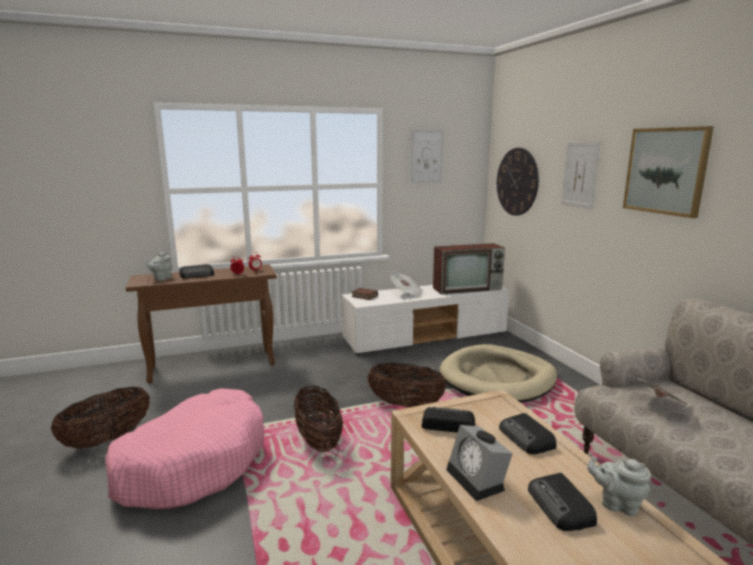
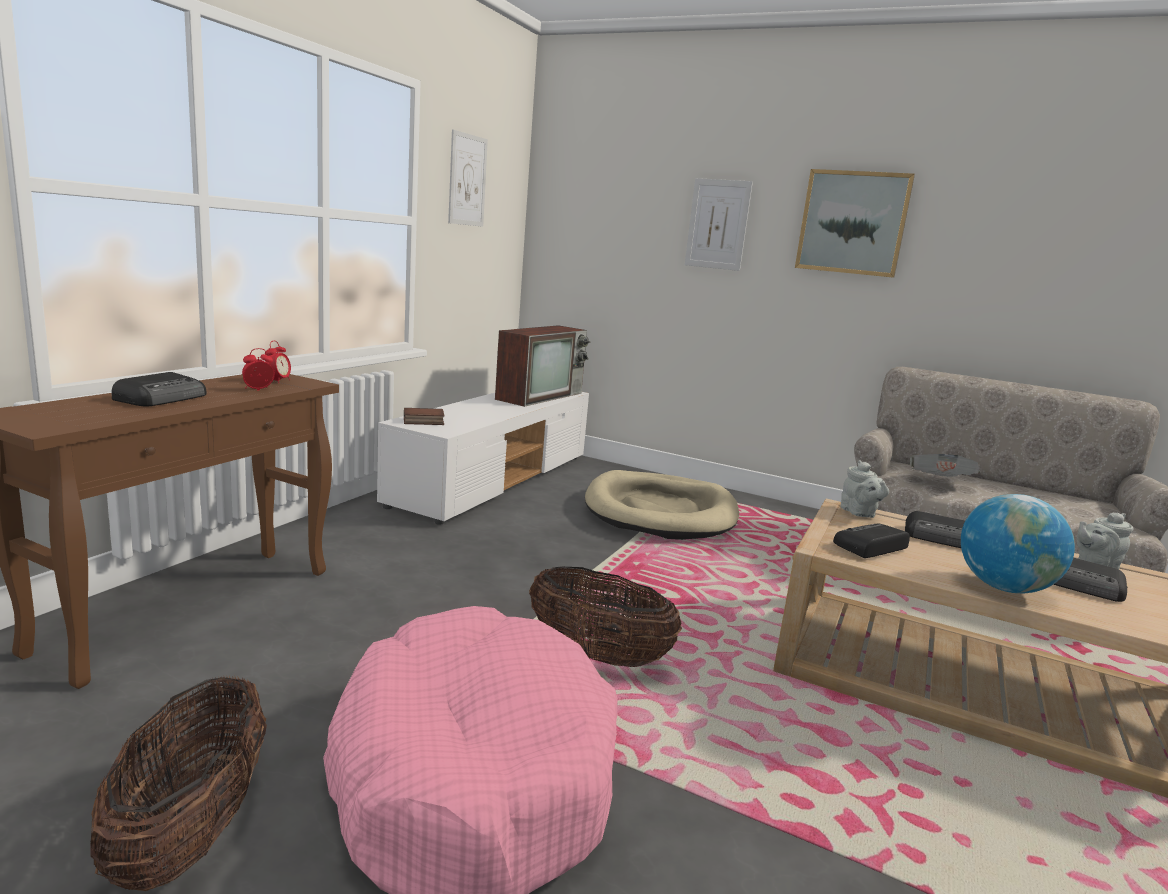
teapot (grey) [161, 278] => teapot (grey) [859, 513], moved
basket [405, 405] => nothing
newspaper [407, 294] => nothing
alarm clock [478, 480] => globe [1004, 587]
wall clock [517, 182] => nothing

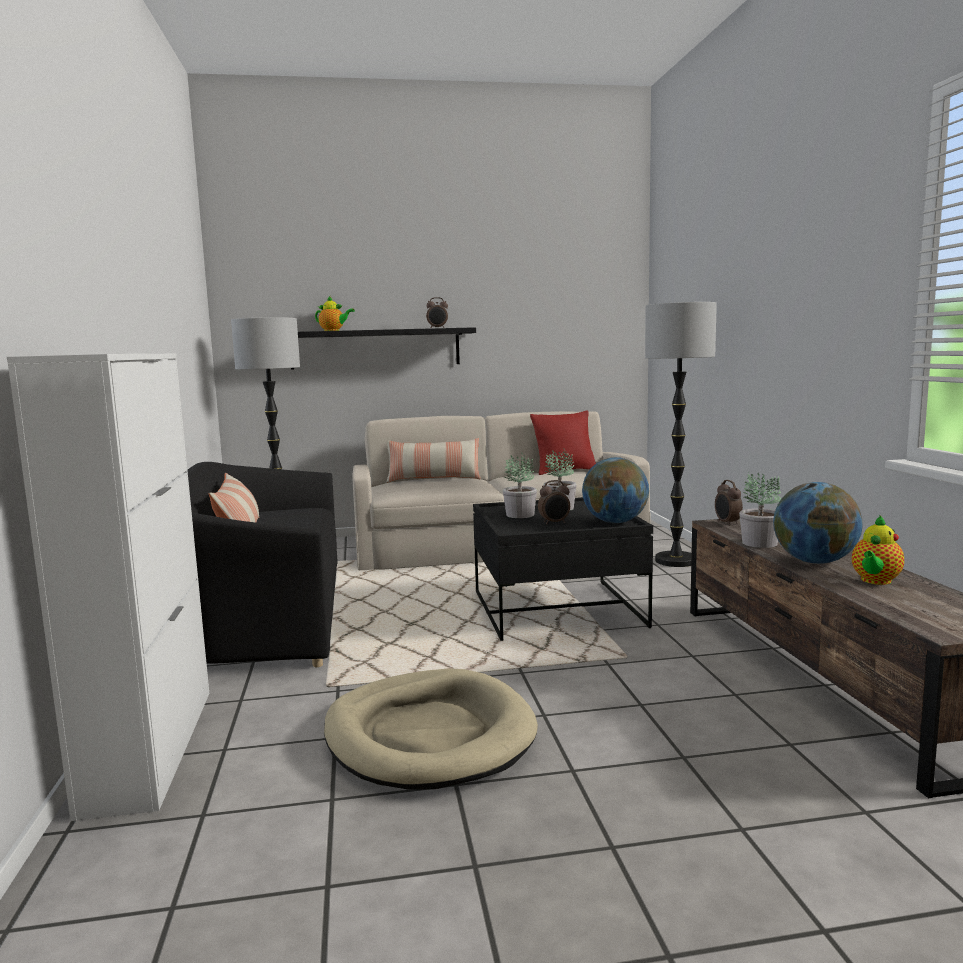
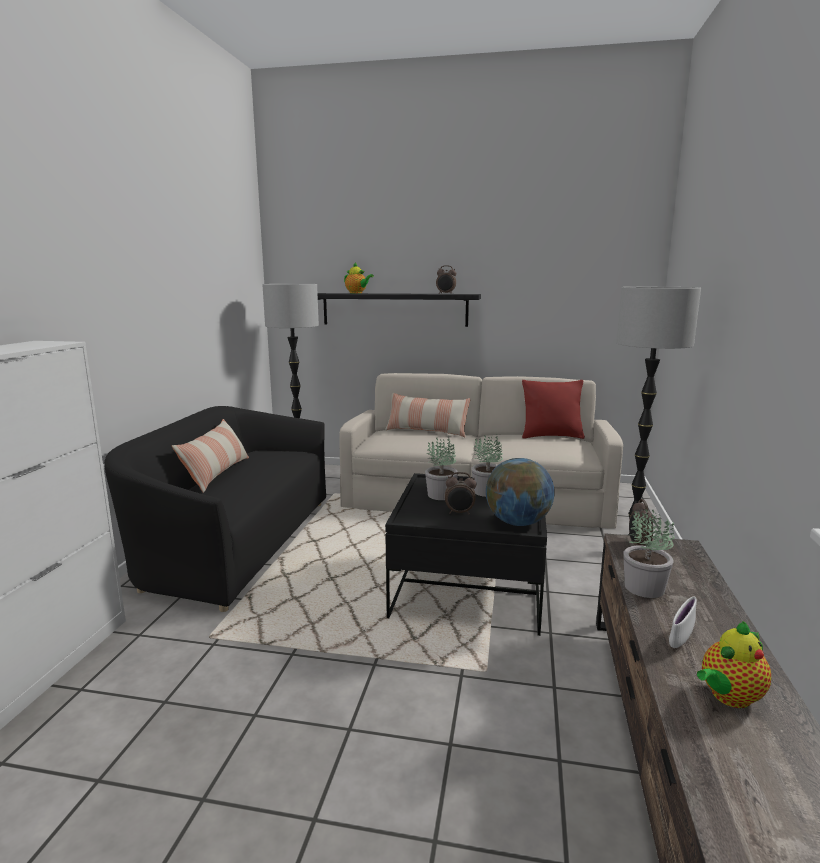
dog bed (beige) [429, 735] => nothing
globe [814, 562] => bowl (white) [681, 638]

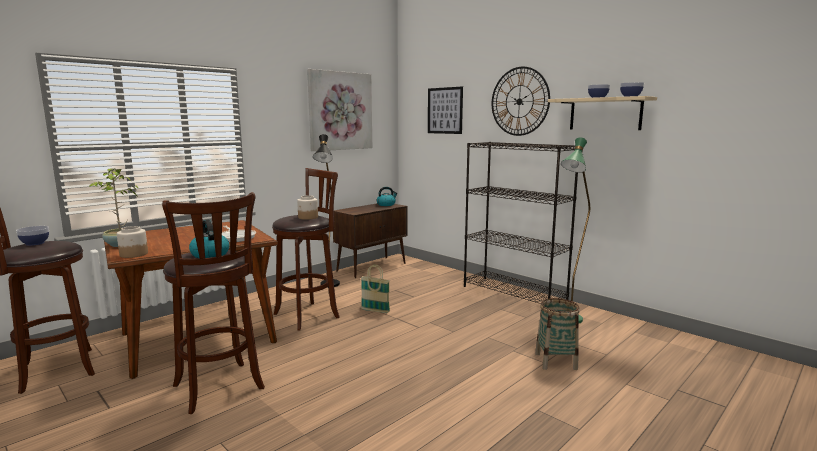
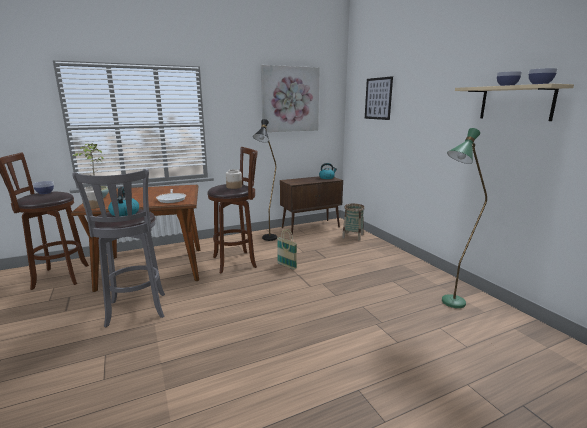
stool (brown) [220, 389] => stool (grey) [136, 311]
bookcase (black) [514, 293] => nothing
wall clock [519, 101] => nothing
basket [556, 361] => basket [353, 236], moved

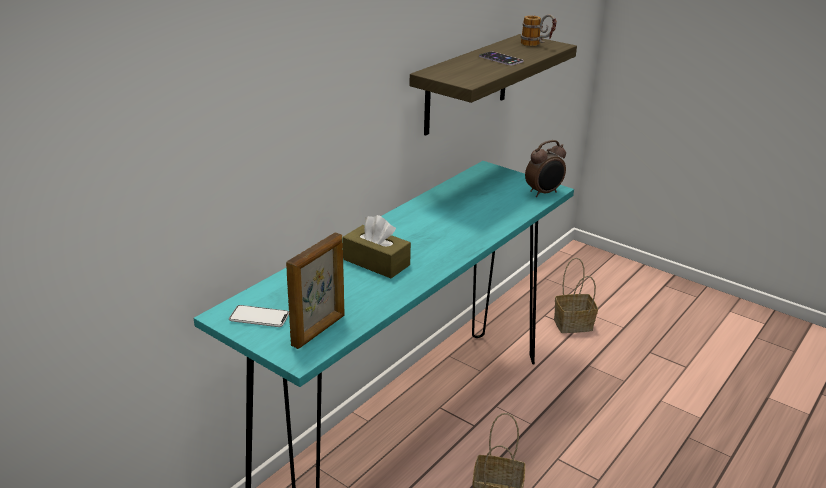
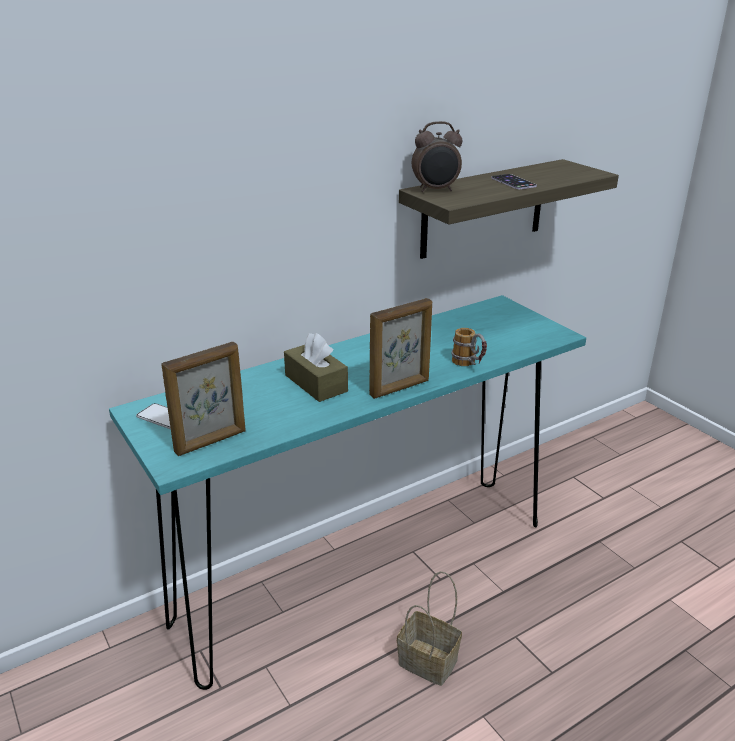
mug [537, 45] => mug [469, 365], moved
alarm clock [544, 193] => alarm clock [436, 190], moved
basket [574, 324] => nothing
nothing => picture frame [400, 388]

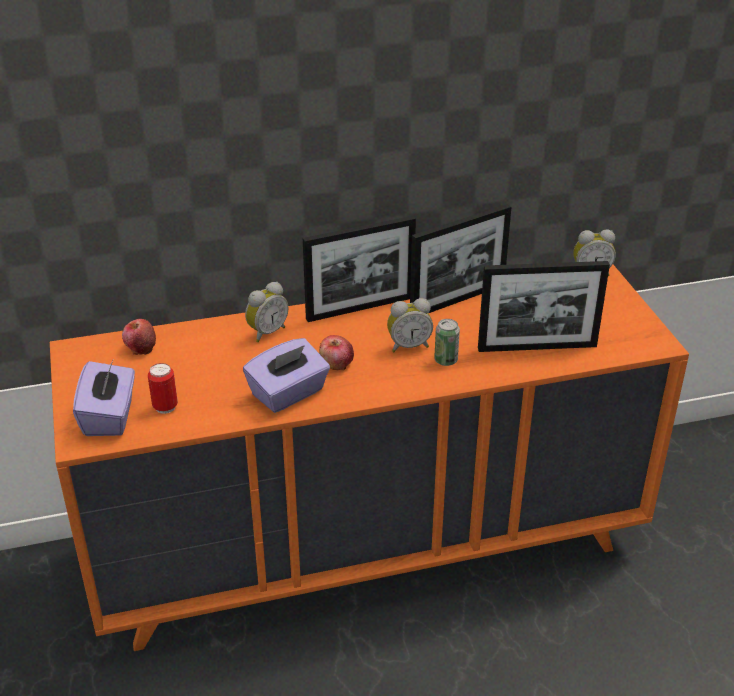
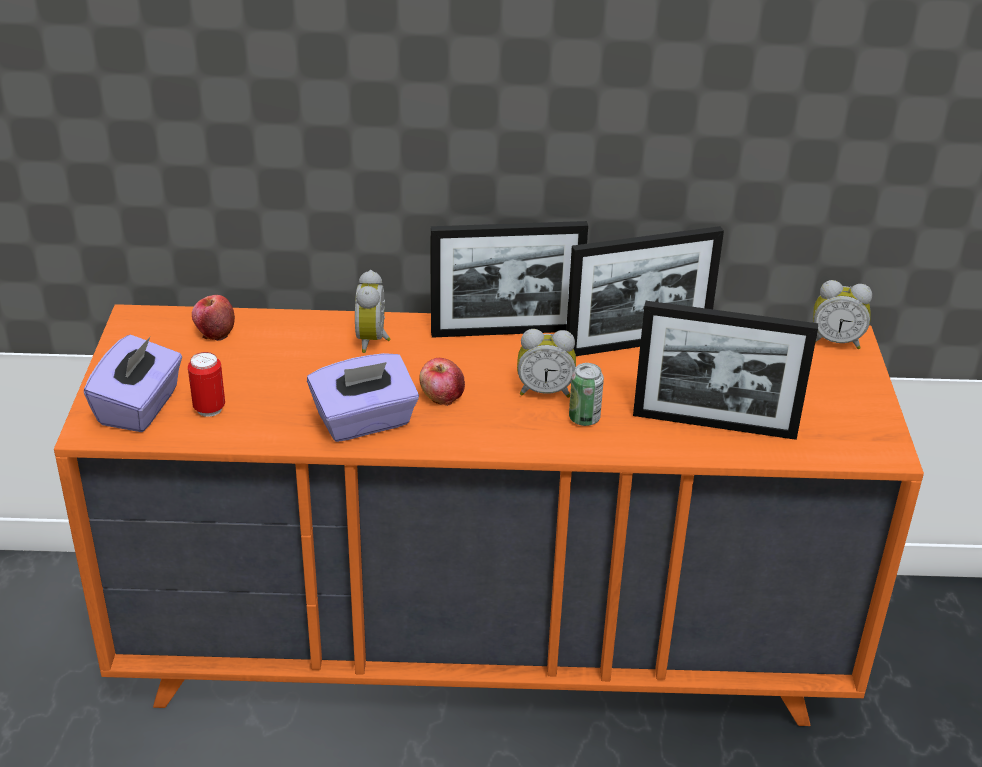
alarm clock [266, 332] => alarm clock [374, 340], 120 degrees clockwise

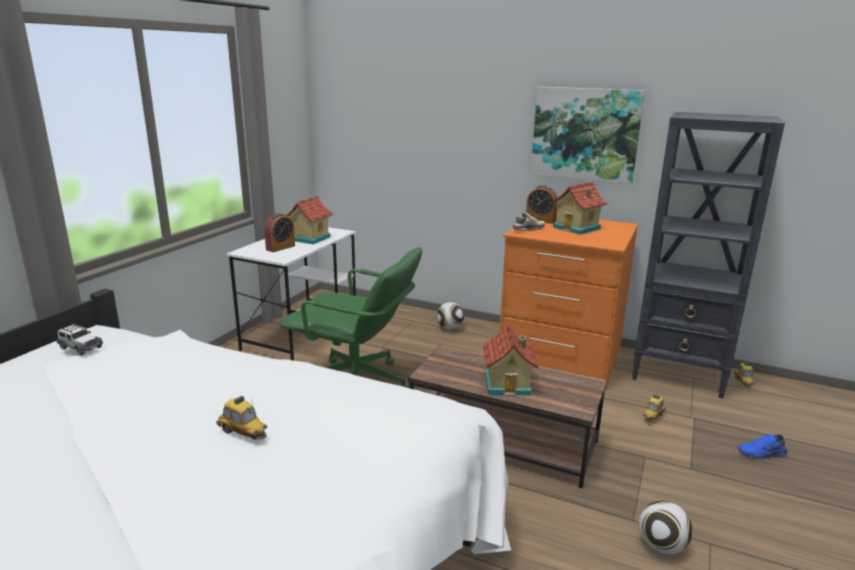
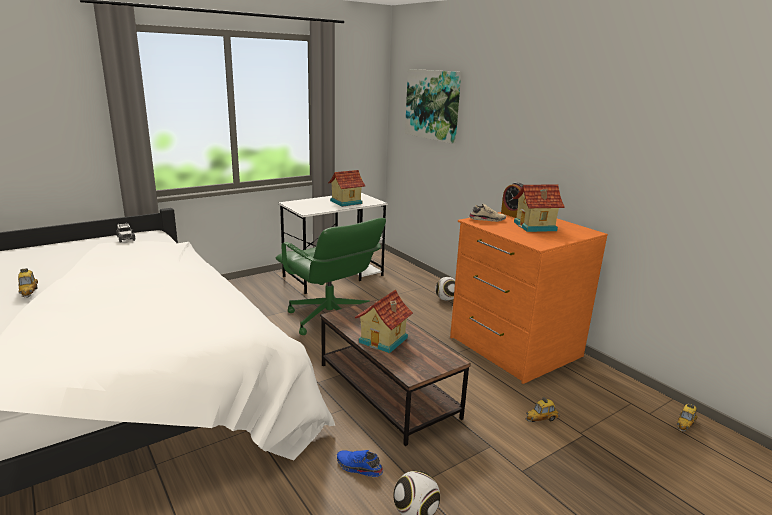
toy car [243, 433] => toy car [29, 293], moved
alarm clock [280, 248] => nothing
picture [585, 134] => picture [433, 105], moved
bookcase (black) [679, 374] => nothing
shoe (blue) [762, 454] => shoe (blue) [358, 468], moved

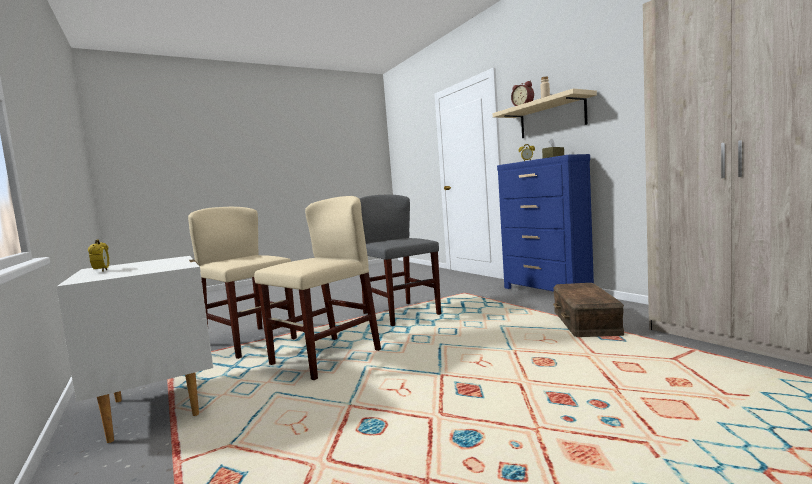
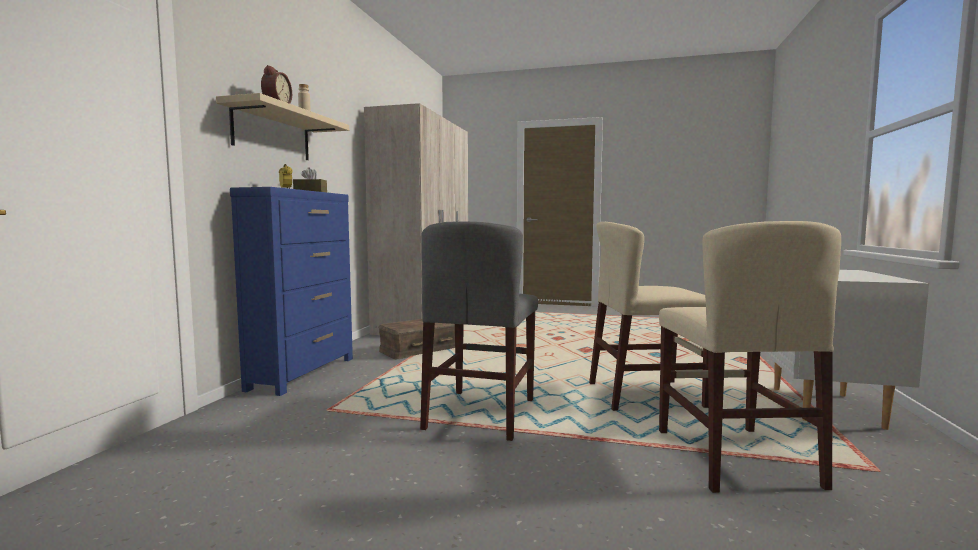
alarm clock [101, 271] => nothing

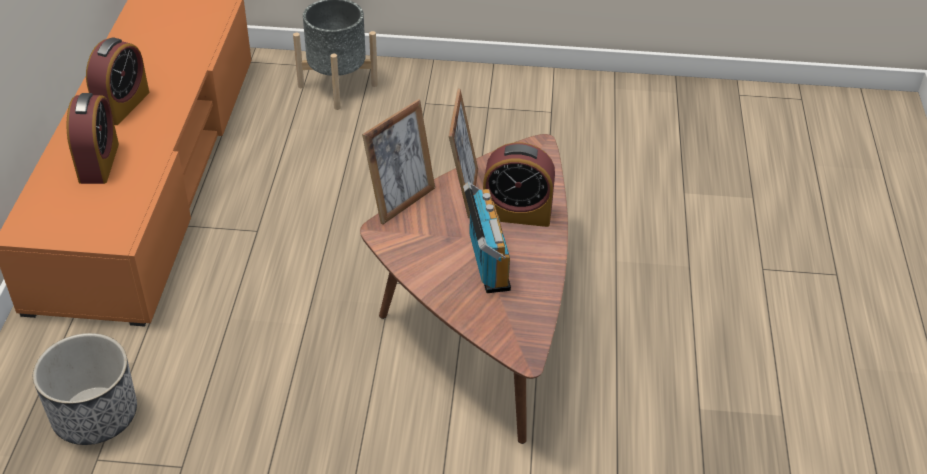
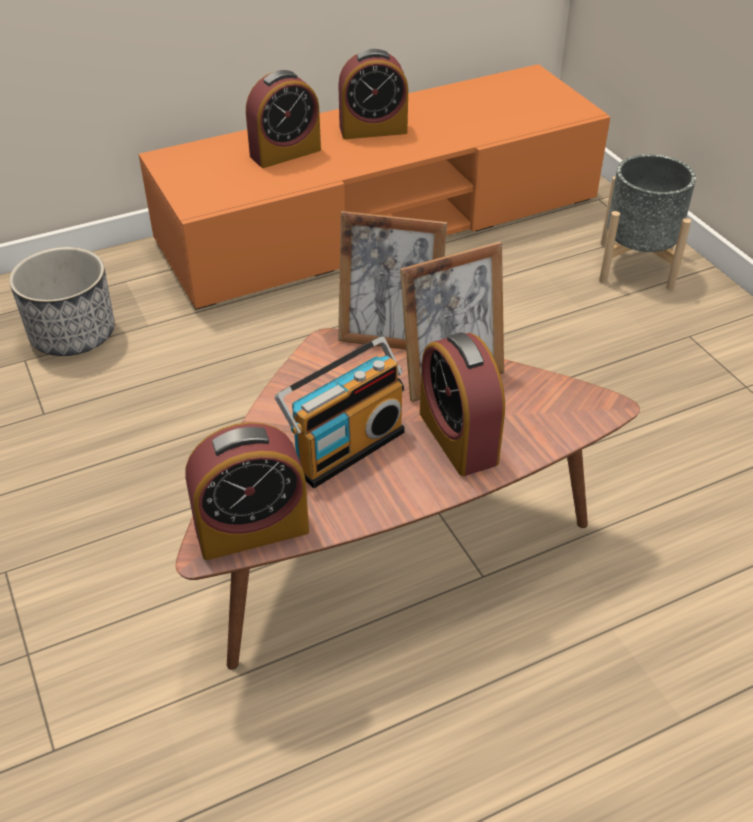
nothing => alarm clock [252, 529]

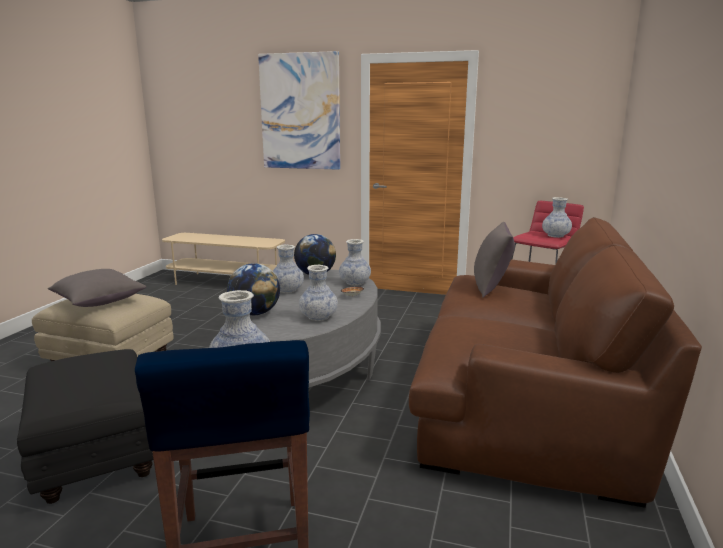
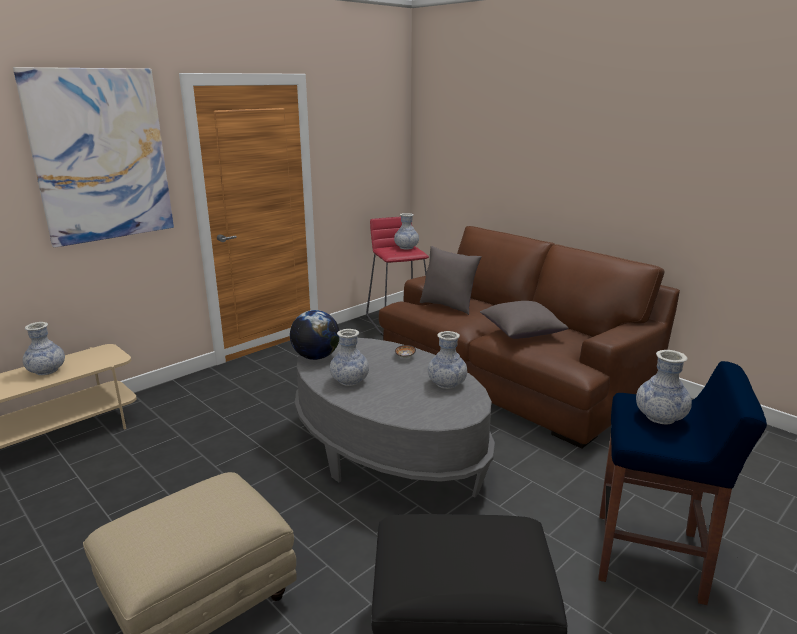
pillow (grey) [99, 301] => pillow (grey) [521, 332], moved
globe [255, 313] => nothing
vase [355, 283] => vase [47, 371], moved

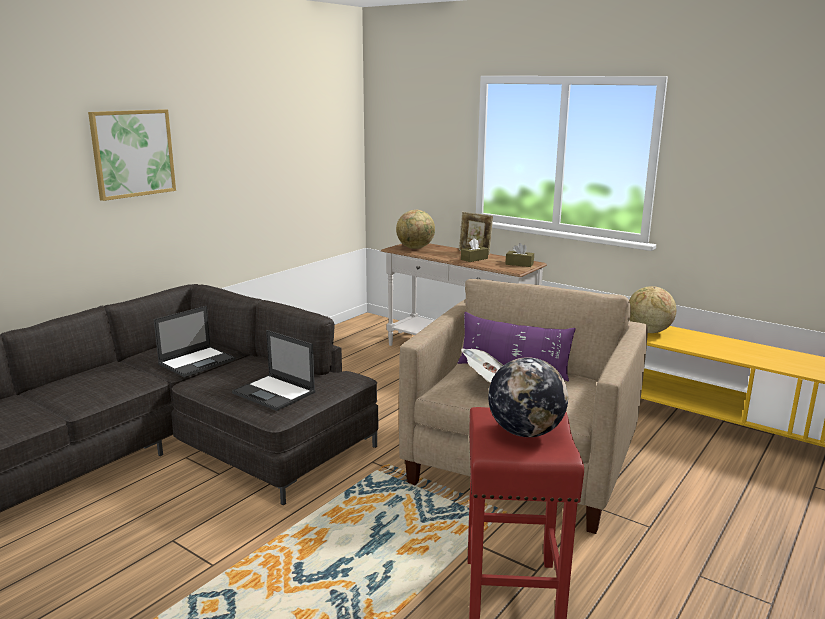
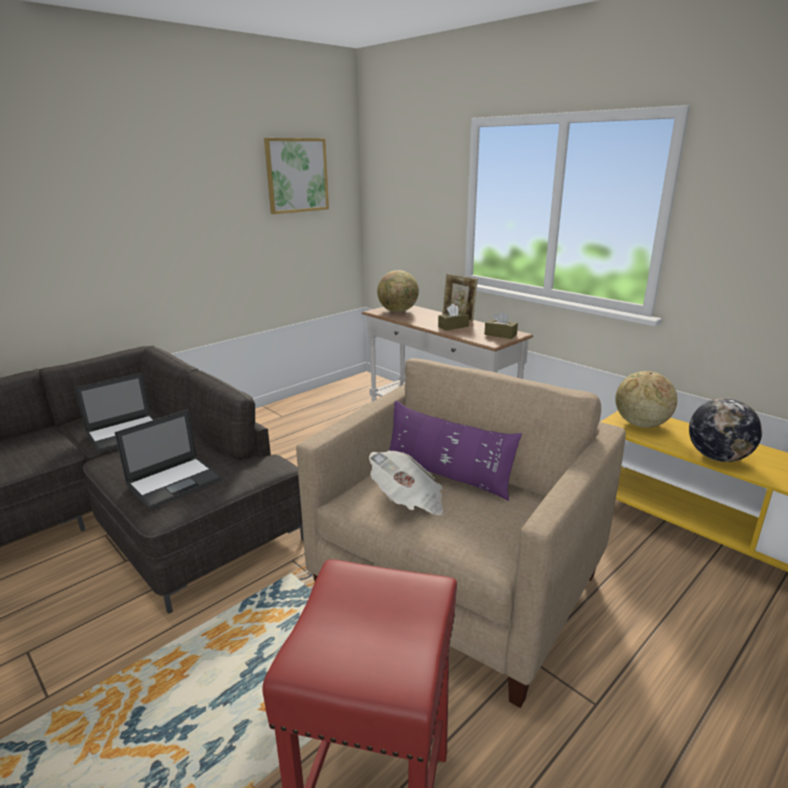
picture [133, 153] => picture [296, 175], moved
laptop [274, 393] => laptop [175, 482], 90 degrees counterclockwise
globe [525, 432] => globe [717, 457], moved

